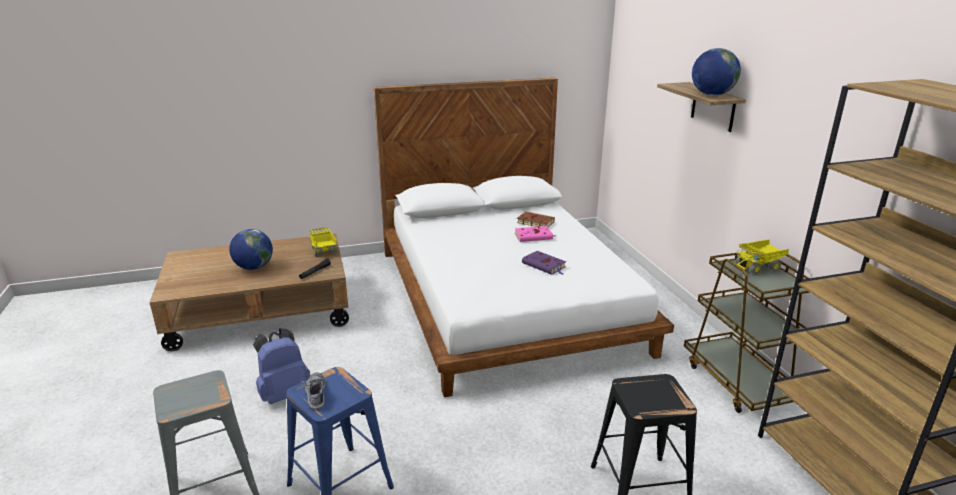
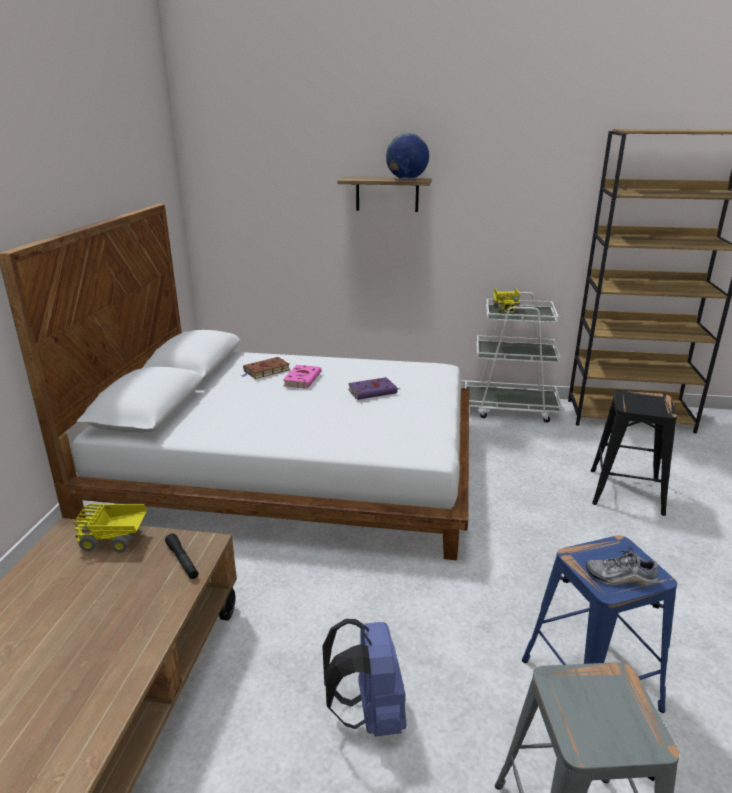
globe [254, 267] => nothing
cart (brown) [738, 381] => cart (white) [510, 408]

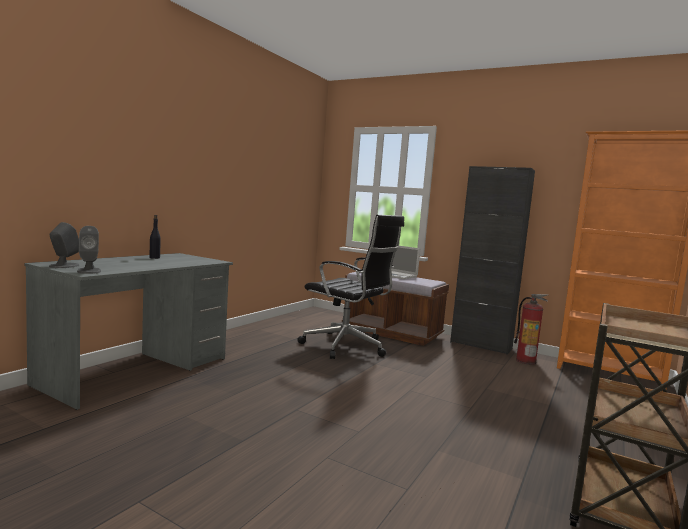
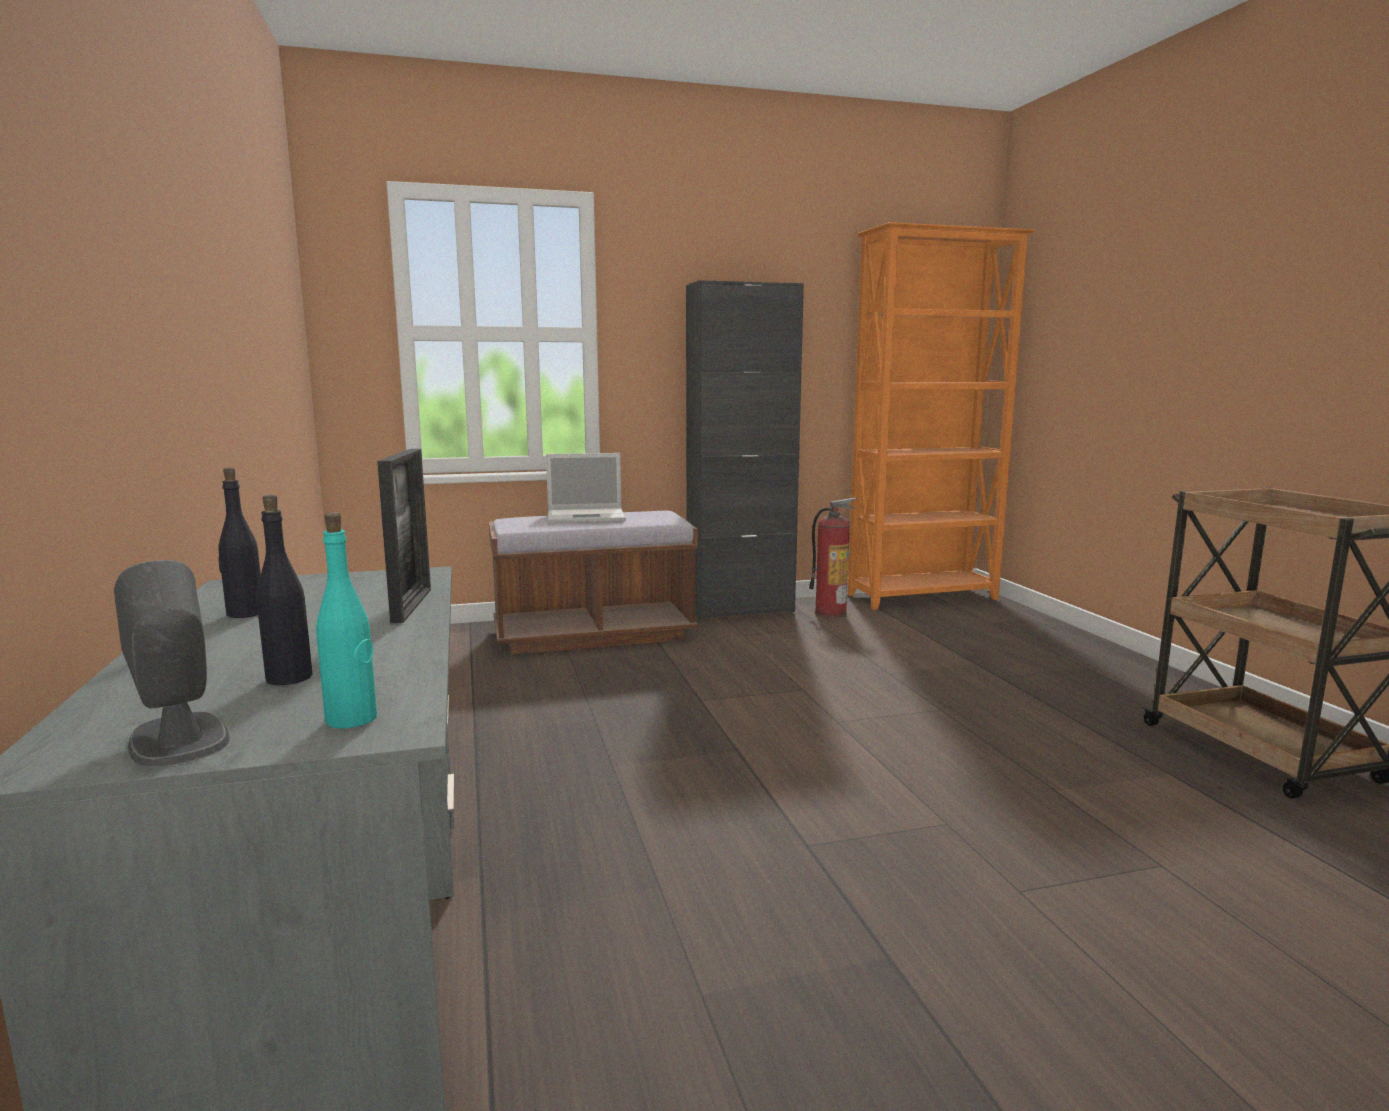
speaker (grey) [89, 271] => bottle (turquoise) [352, 719]
office chair (black) [347, 346] => nothing
nothing => bottle (black) [288, 678]
nothing => picture frame [412, 605]

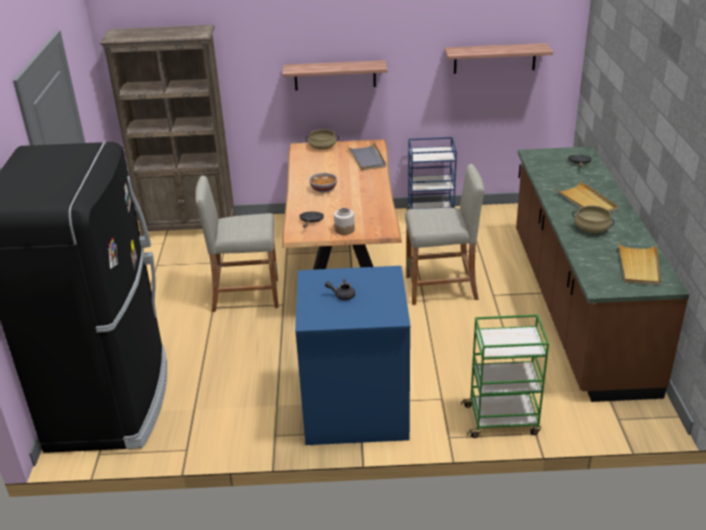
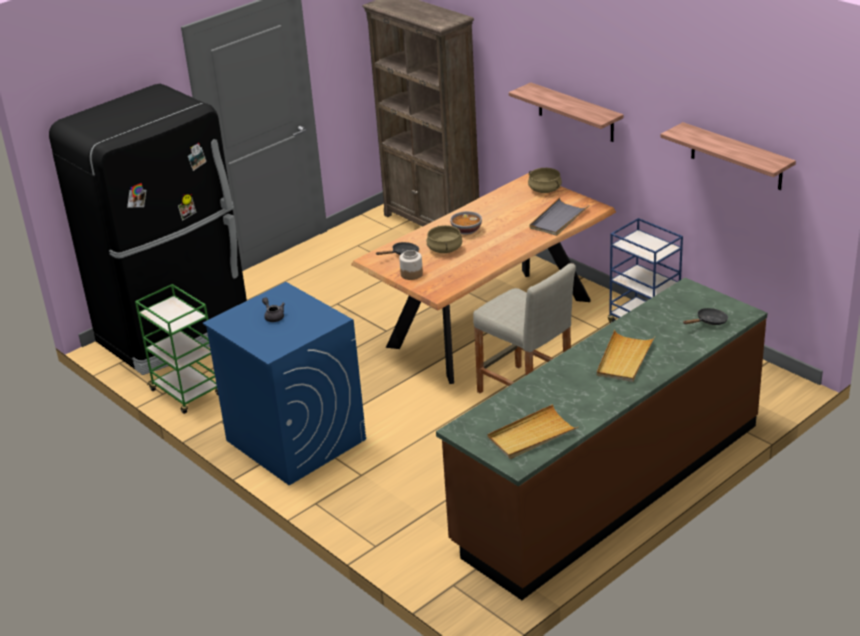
stool (beige) [245, 295] => nothing
cart (green) [502, 420] => cart (green) [187, 393], moved
cooking pot (beige) [591, 229] => cooking pot (beige) [444, 249], moved

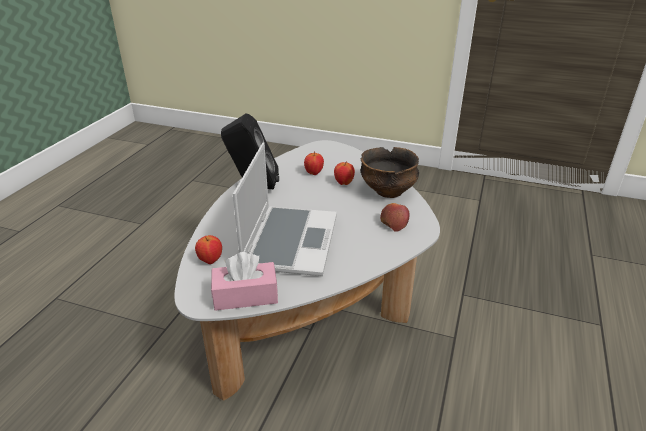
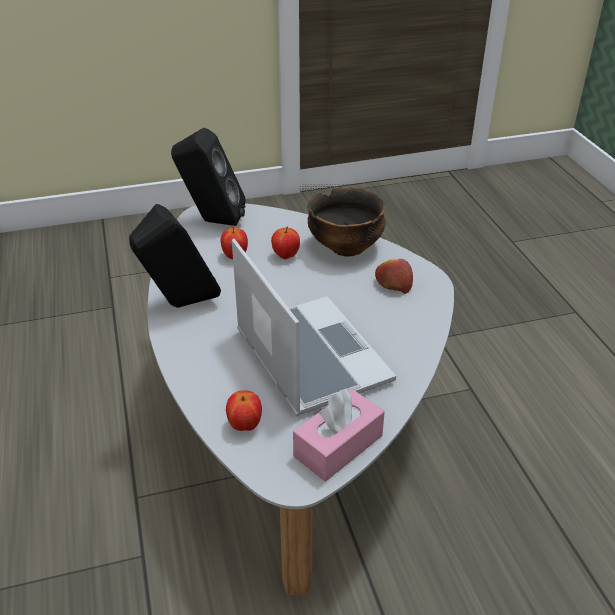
nothing => speaker (black) [212, 221]

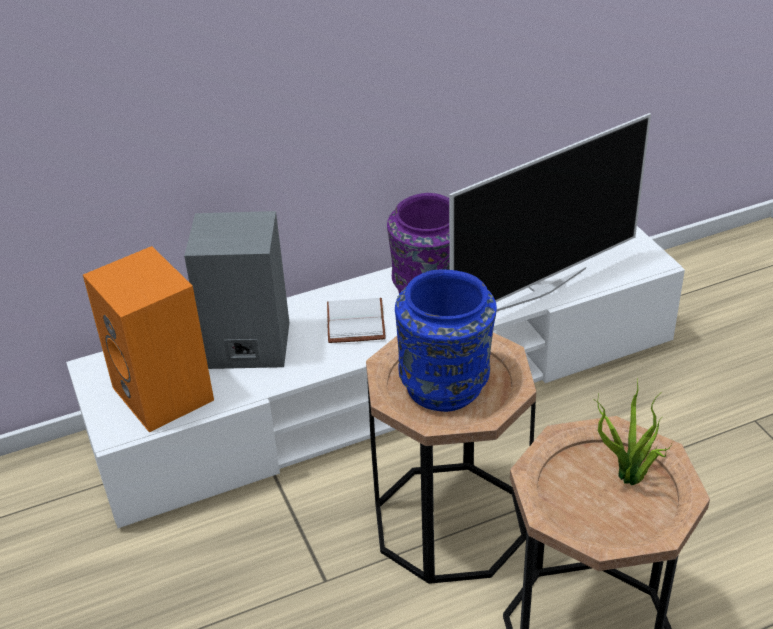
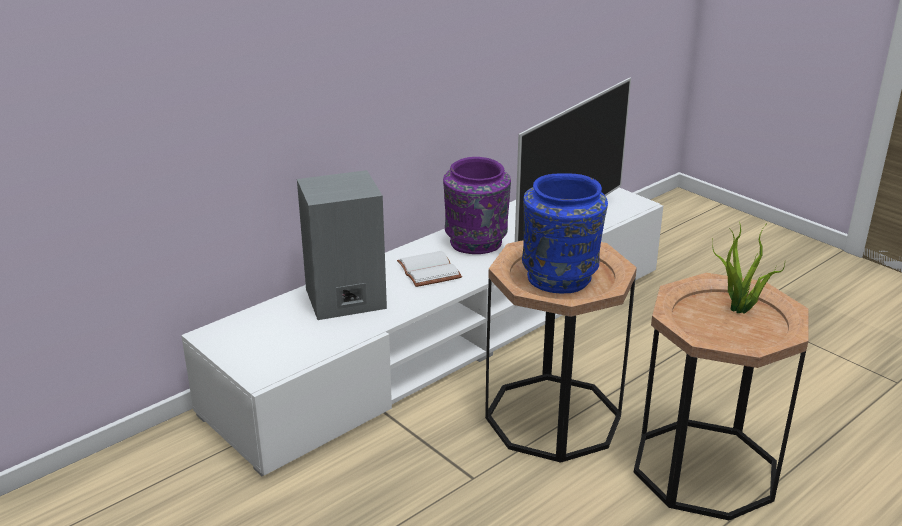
speaker (orange) [166, 394] => nothing

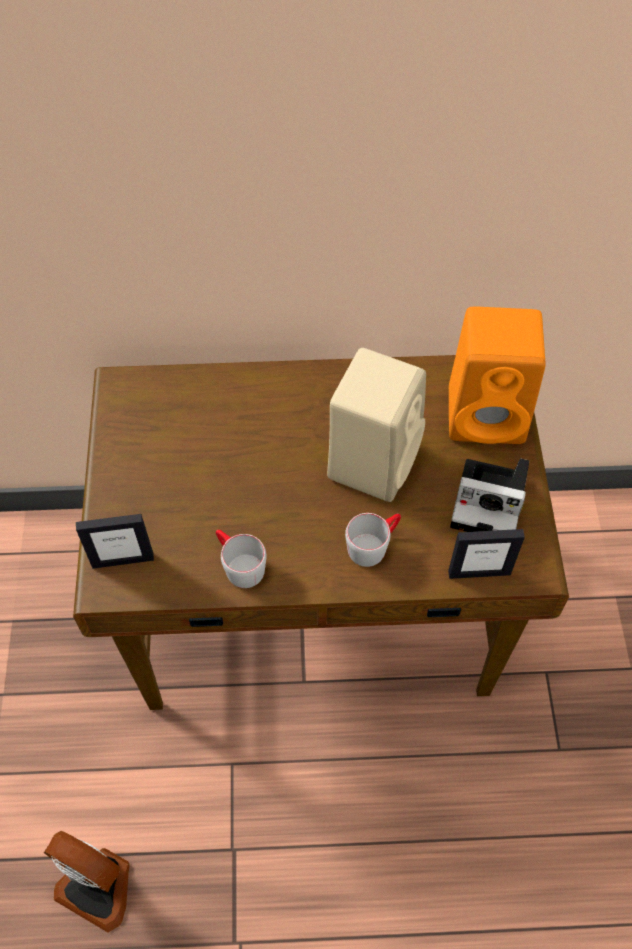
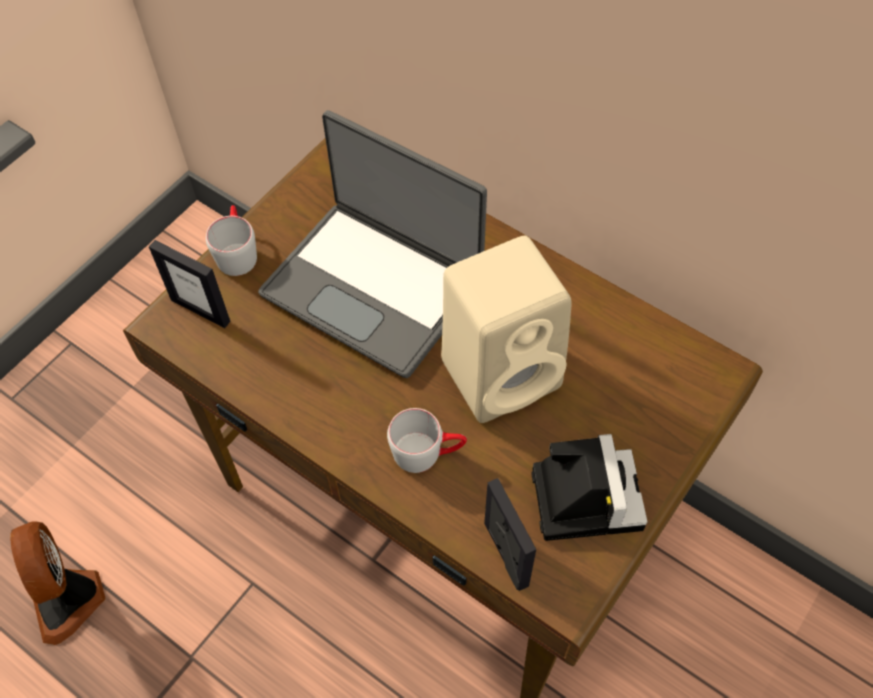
mug (grey) [238, 565] => mug (grey) [237, 251], moved
picture frame [479, 572] => picture frame [505, 554], 150 degrees counterclockwise
speaker (orange) [489, 414] => nothing
photo camera [491, 502] => photo camera [584, 494], 150 degrees counterclockwise
nothing => laptop [374, 286]

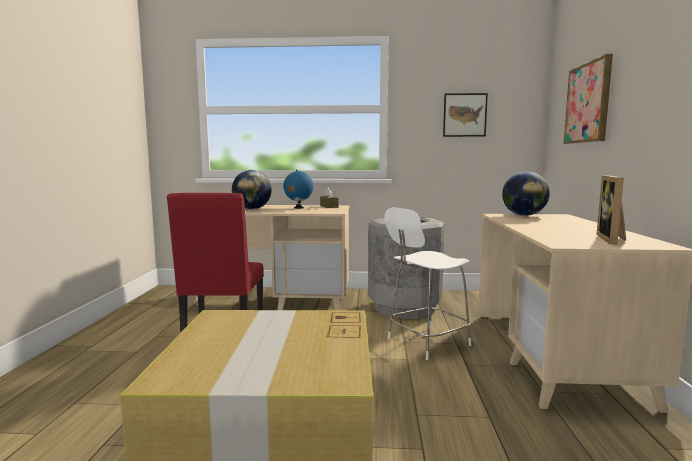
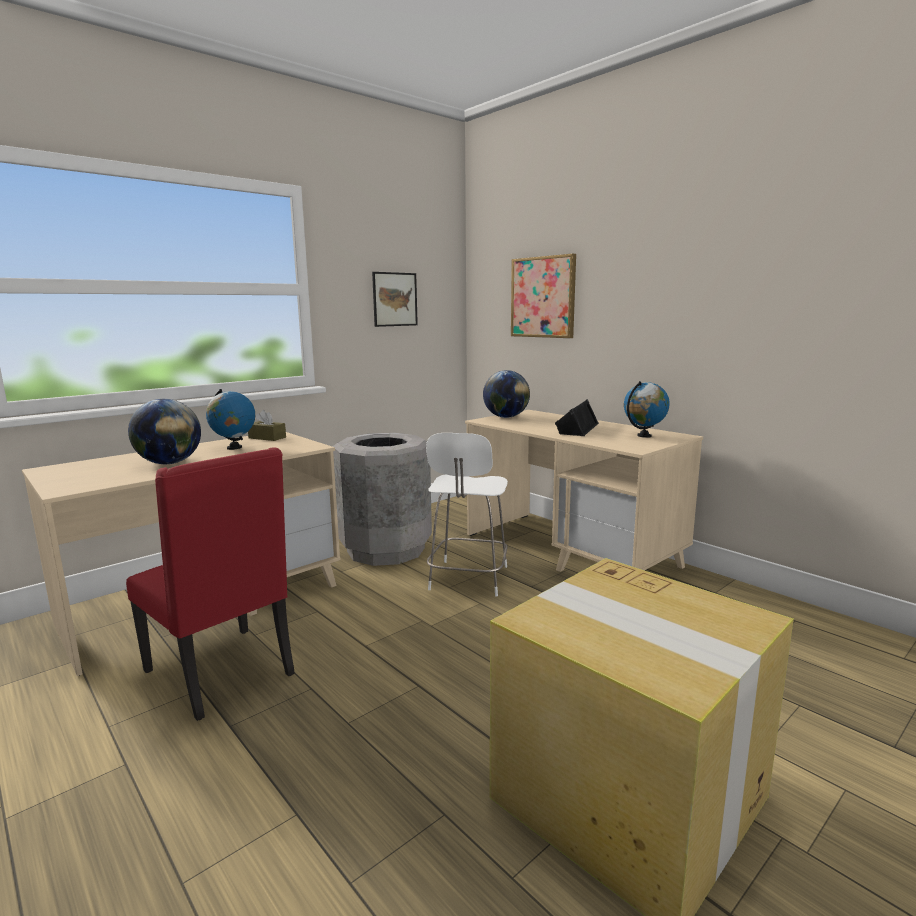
picture frame [613, 239] => globe [644, 436]
nothing => speaker (black) [576, 428]

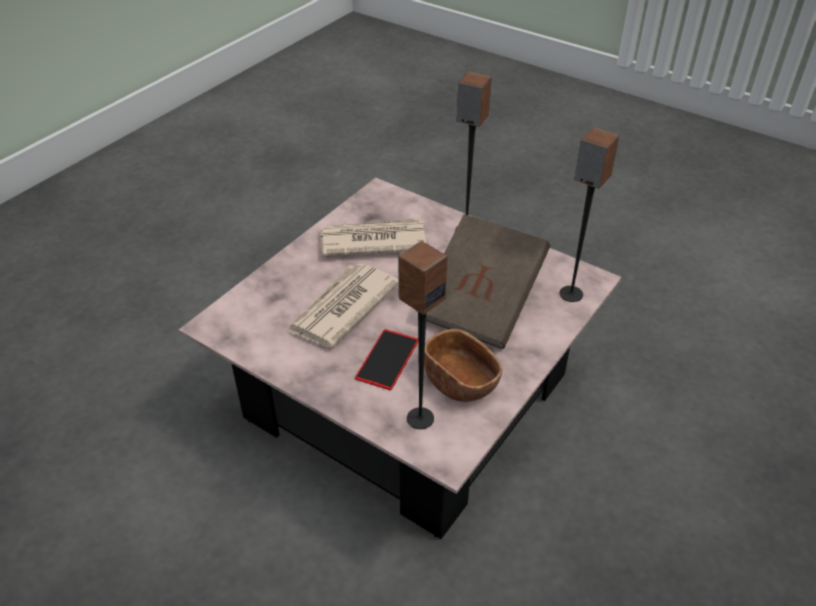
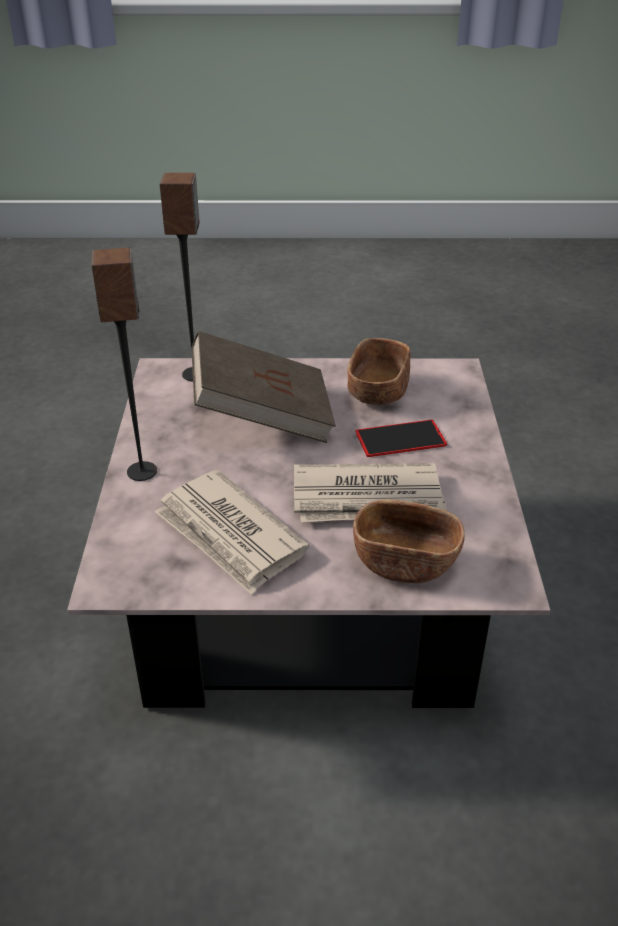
speaker [420, 418] => nothing
nothing => bowl (brown) [405, 563]

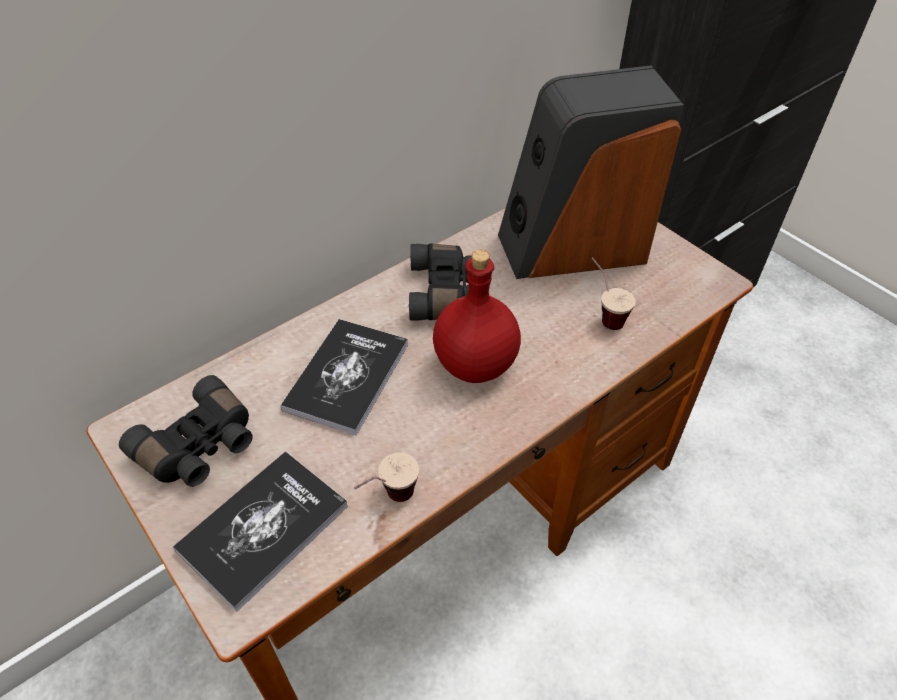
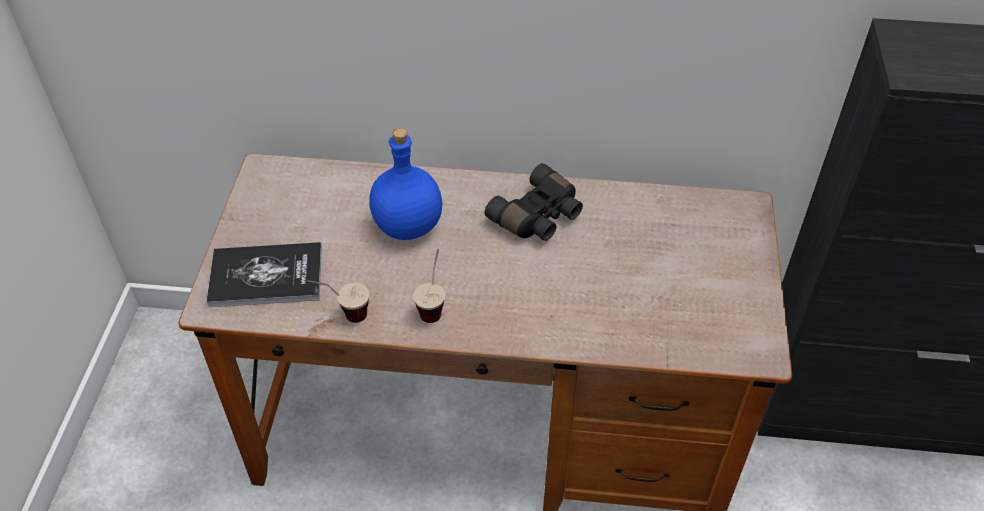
binoculars (black) [200, 447] => nothing
book [347, 376] => bottle (blue) [409, 226]
bottle (red) [476, 366] => nothing
speaker [571, 246] => nothing
cup [603, 314] => cup [433, 305], moved

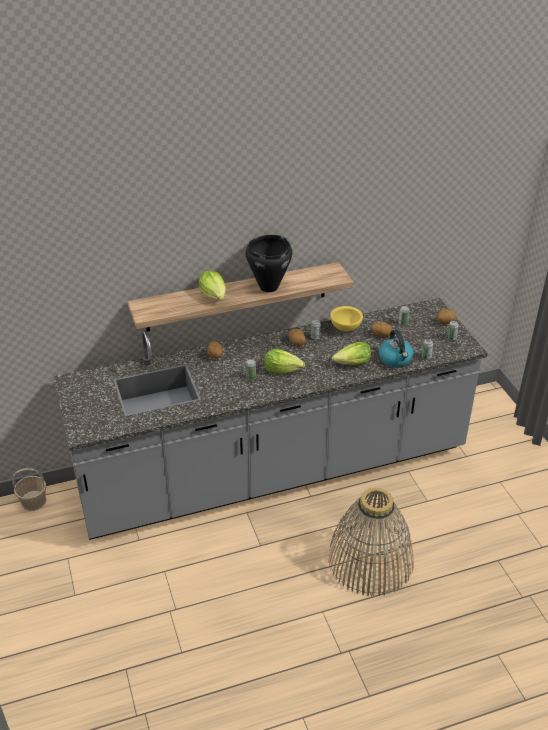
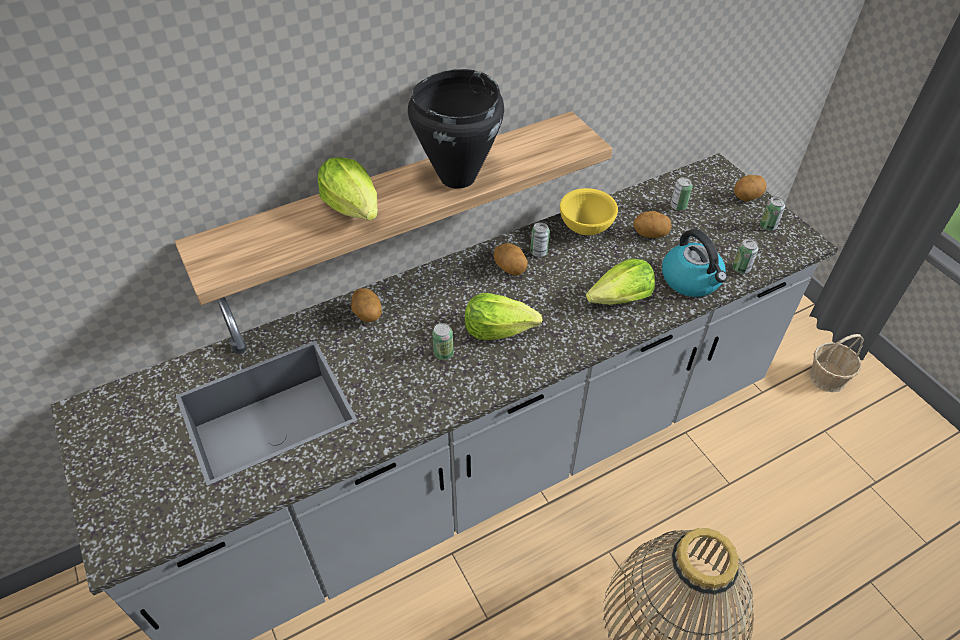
basket [33, 501] => basket [827, 377], moved

